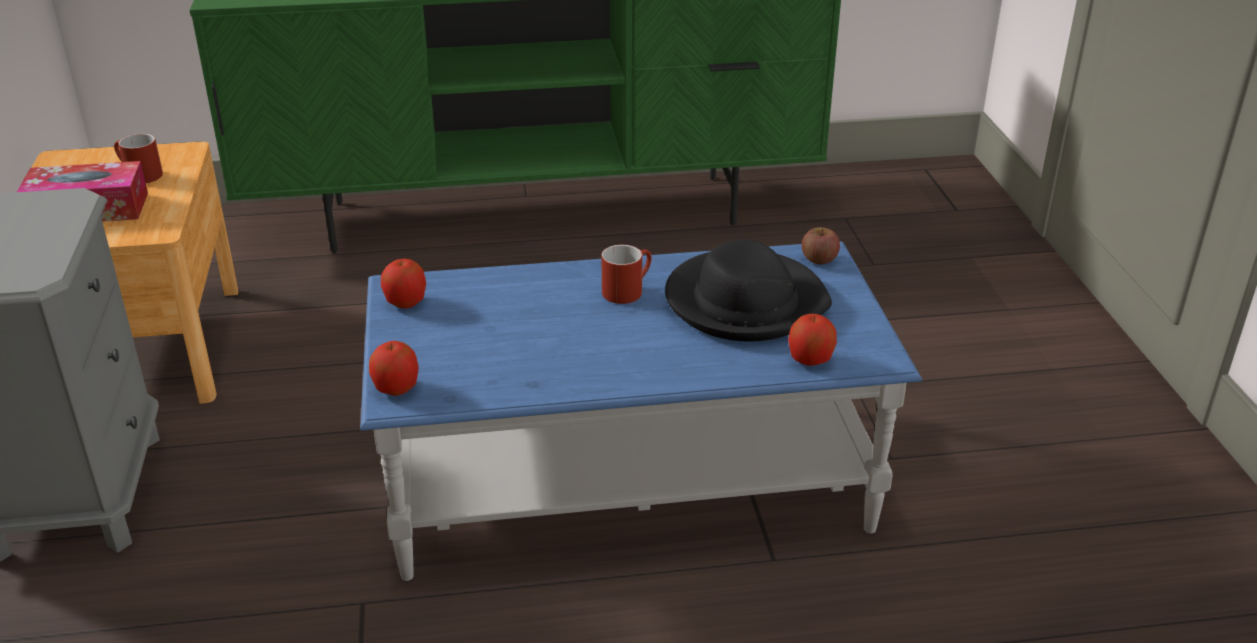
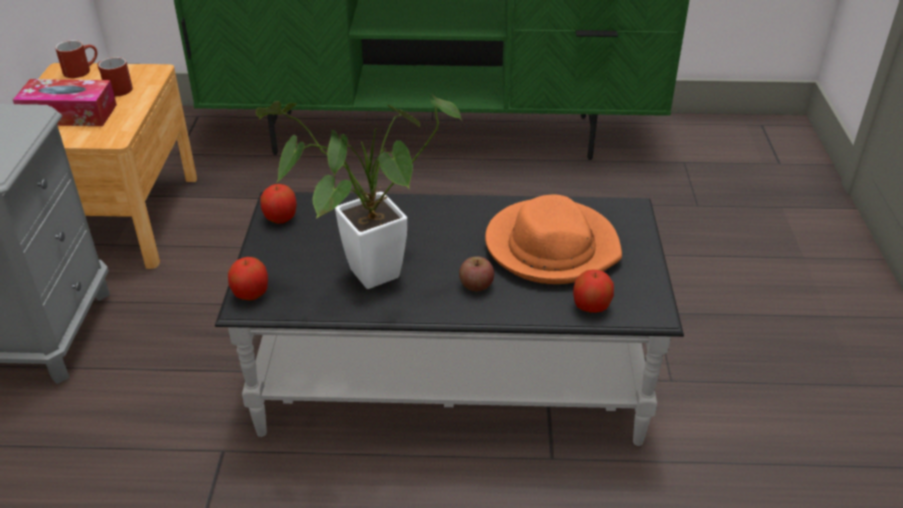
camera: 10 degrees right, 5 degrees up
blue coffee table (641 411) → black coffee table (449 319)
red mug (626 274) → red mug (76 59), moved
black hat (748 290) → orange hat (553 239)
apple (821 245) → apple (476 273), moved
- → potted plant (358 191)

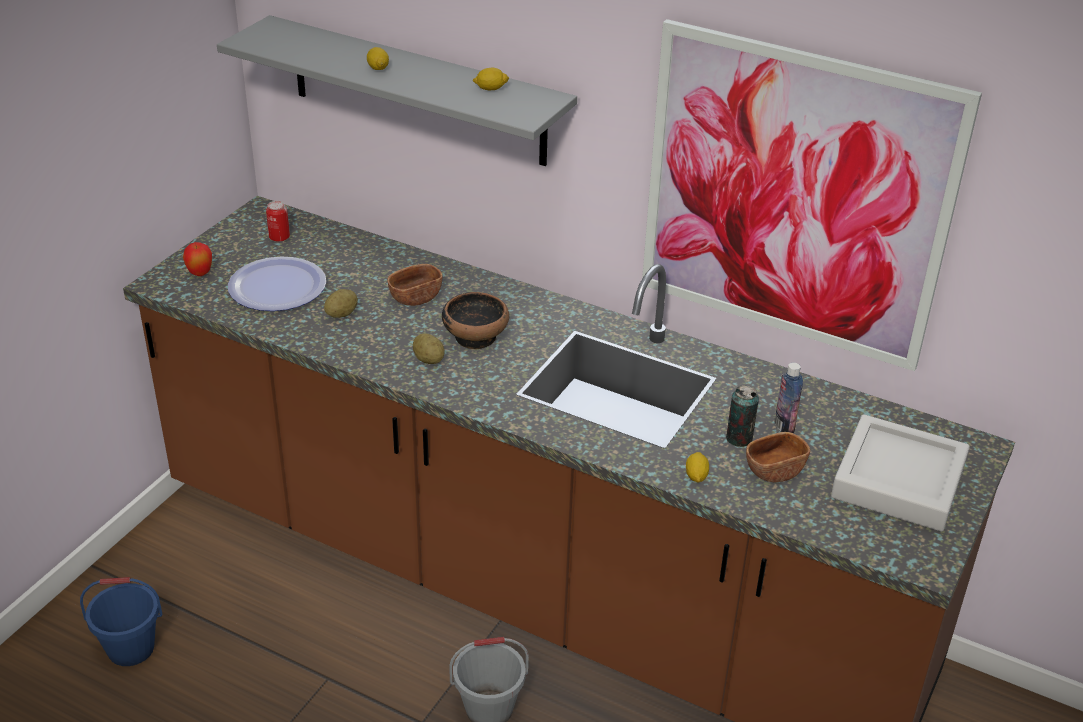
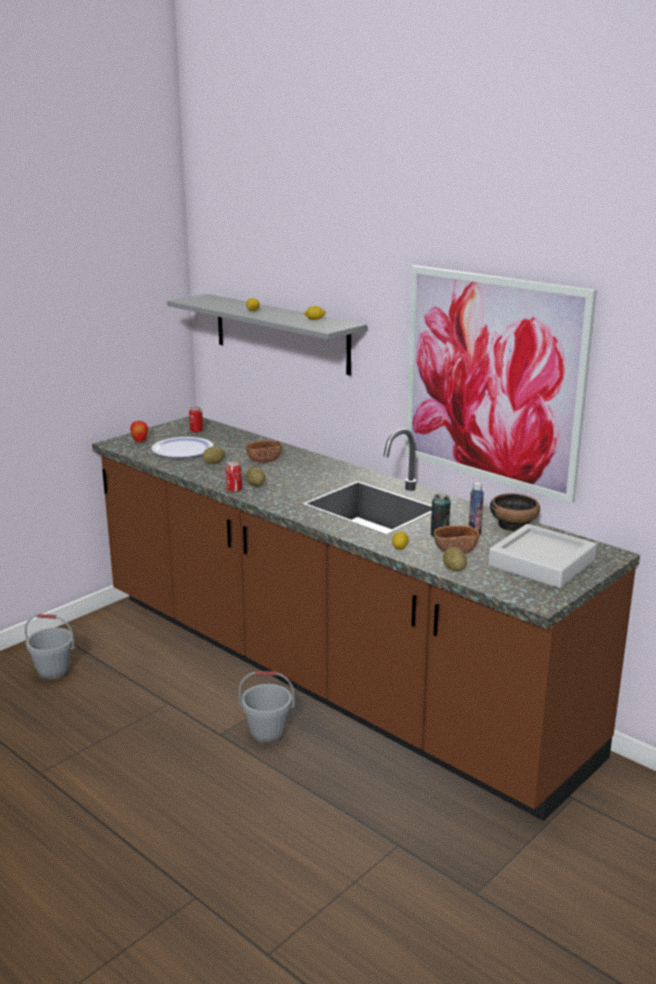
camera: 15 degrees right, 15 degrees down
blue bucket (121 621) → grey bucket (49 647)
bowl (475 321) → bowl (515 512), moved
- → can (234 476)
- → potato (455 559)

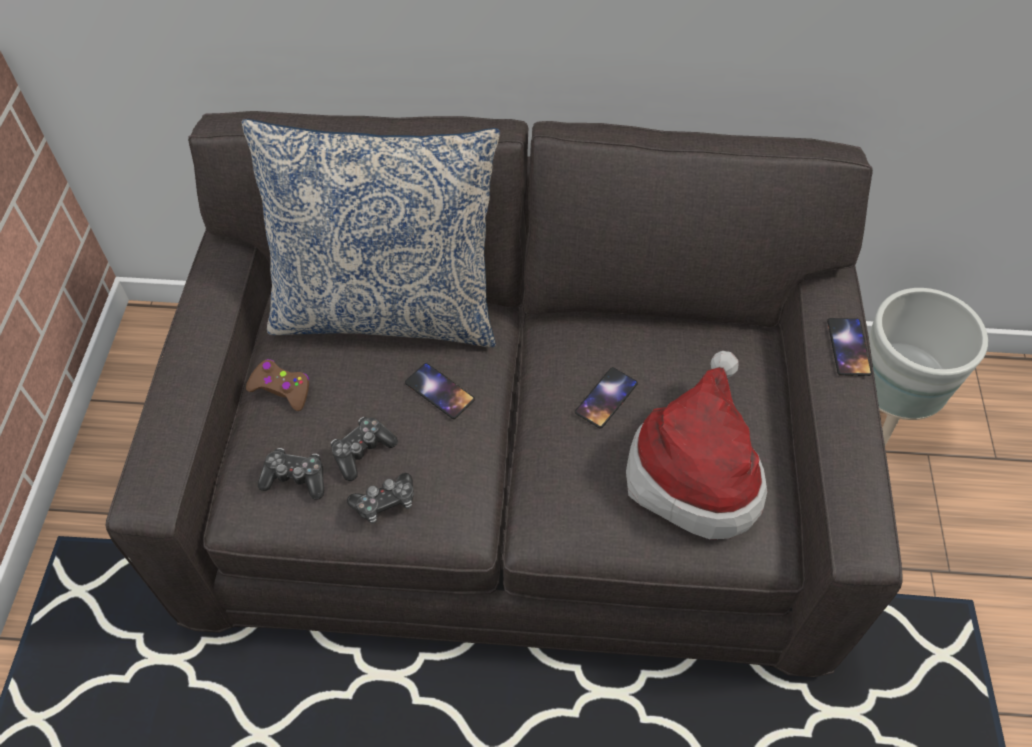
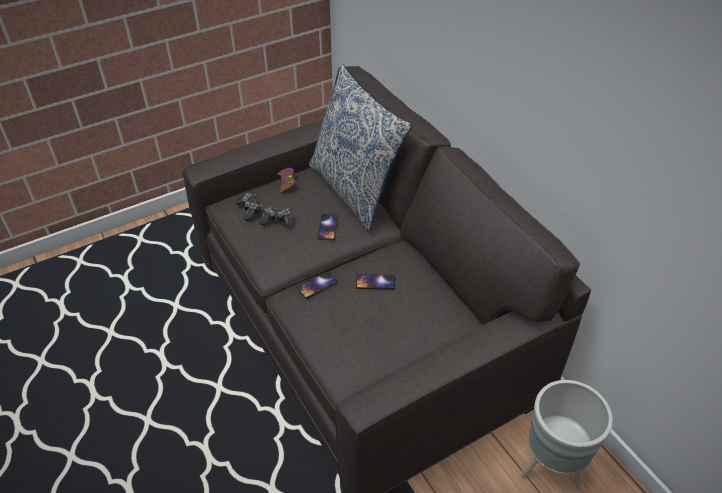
camera: 55 degrees right, 10 degrees down
game controller (380 498) → -
hat (696 445) → -
phone (849 347) → phone (317 285), moved

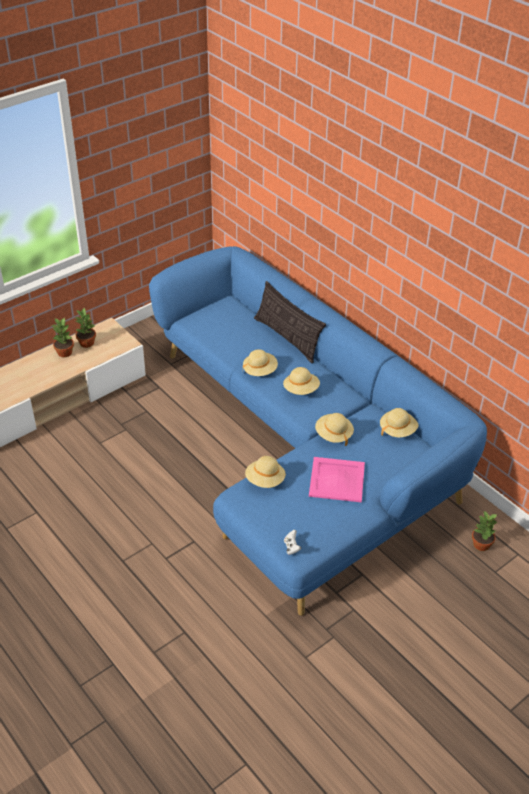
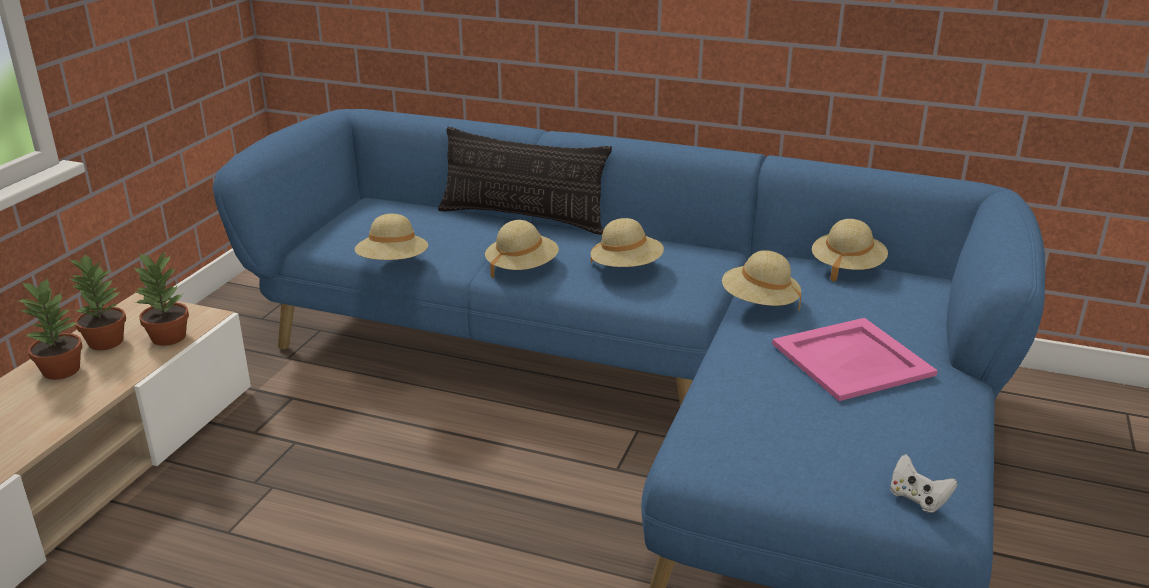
camera: 30 degrees left, 15 degrees down
beige hat (265 472) → beige hat (391 237), moved
potted plant (485 531) → potted plant (161 298), moved

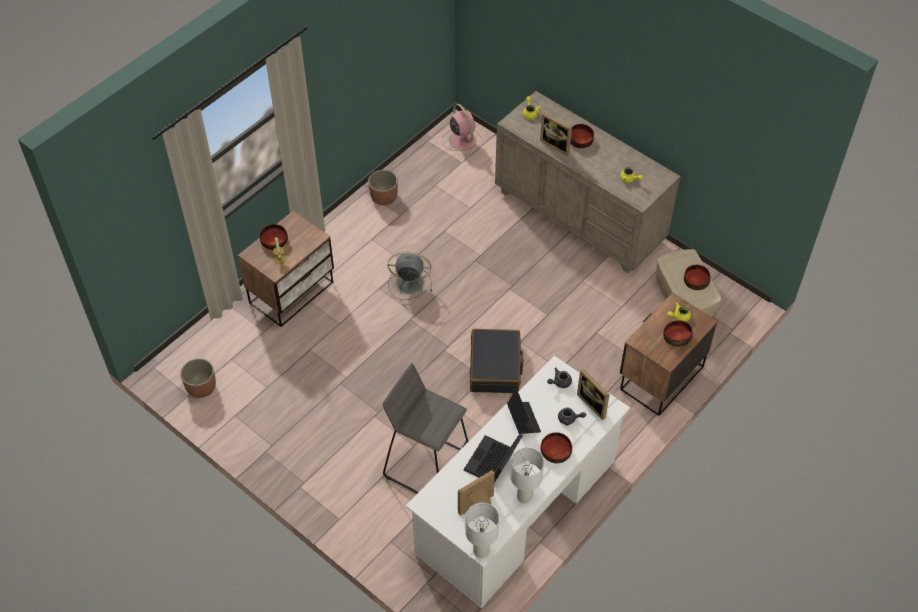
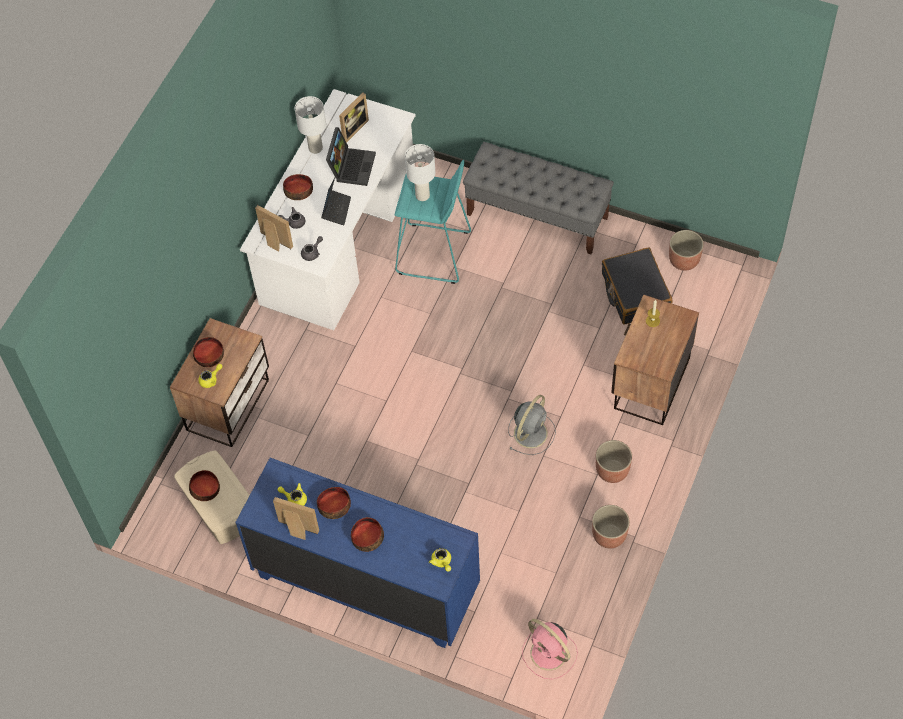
camera: 165 degrees right, 5 degrees up
bowl (274 237) → bowl (334 503), moved
grey stool (425 428) → turquoise stool (433 222)
grey fan (410 275) → grey fan (532 425), 45 degrees counterclockwise
white table lamp (482 530) → white table lamp (420 172), moved
black suitcase (497 361) → black suitcase (637 286), moved
beige dresser (588 182) → blue dresser (357 553)
laptop (524 411) → laptop (336 201), 135 degrees counterclockwise
picture frame (556 134) → picture frame (296 518), moved
- → grey bench (538 198)
- → planter (614 461)

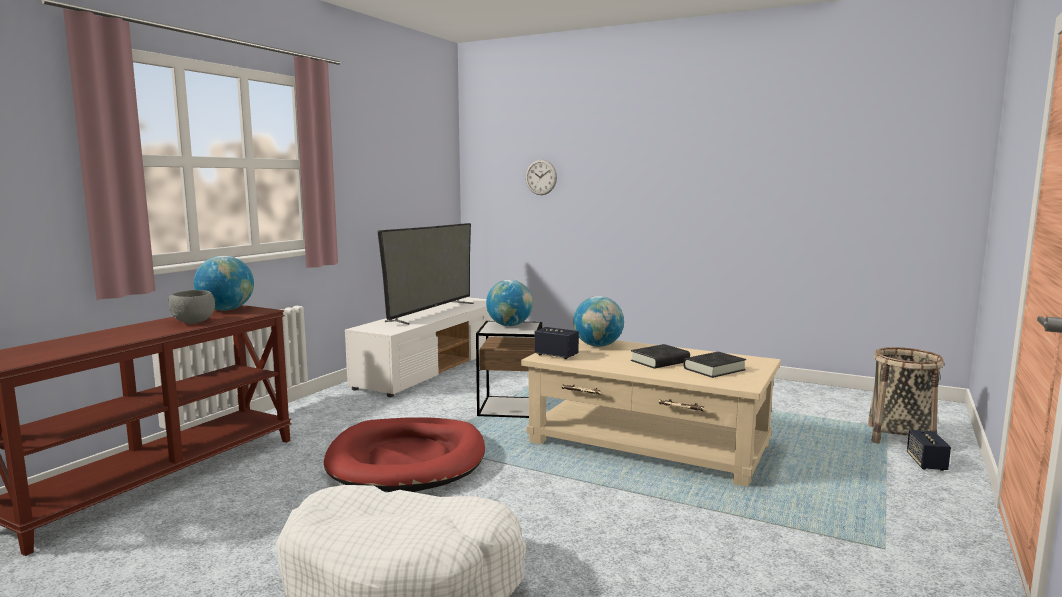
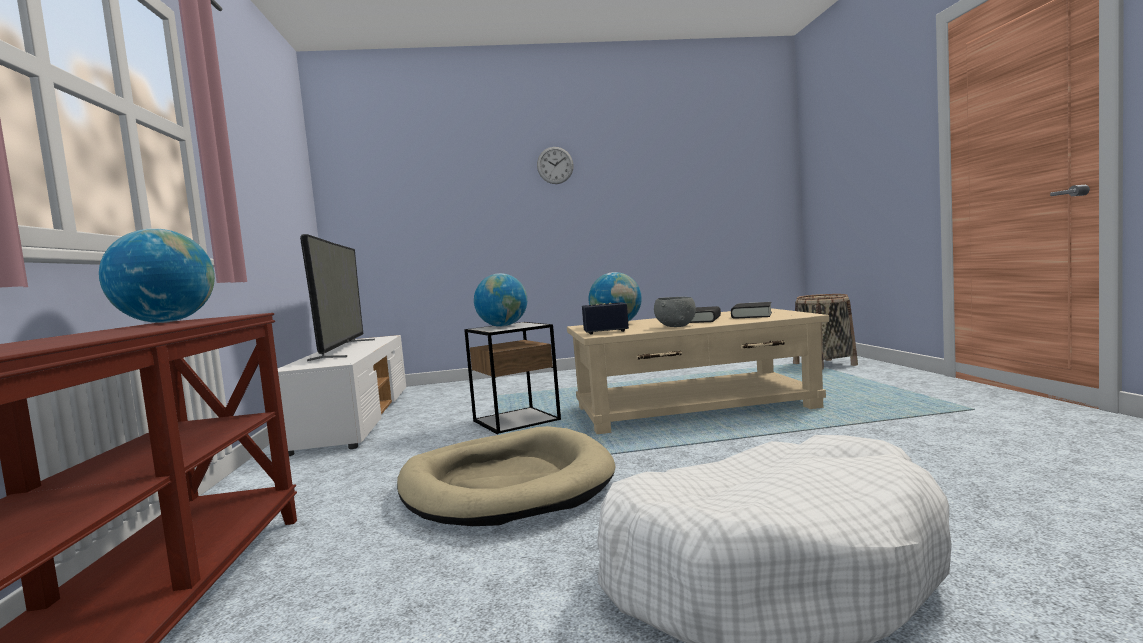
camera: 35 degrees left, 5 degrees down
grey bowl (191 307) → grey bowl (675 312), moved
red dog bed (404 454) → beige dog bed (506 476)
wall clock (541 177) → wall clock (555 165), moved
speaker (929 450) → -

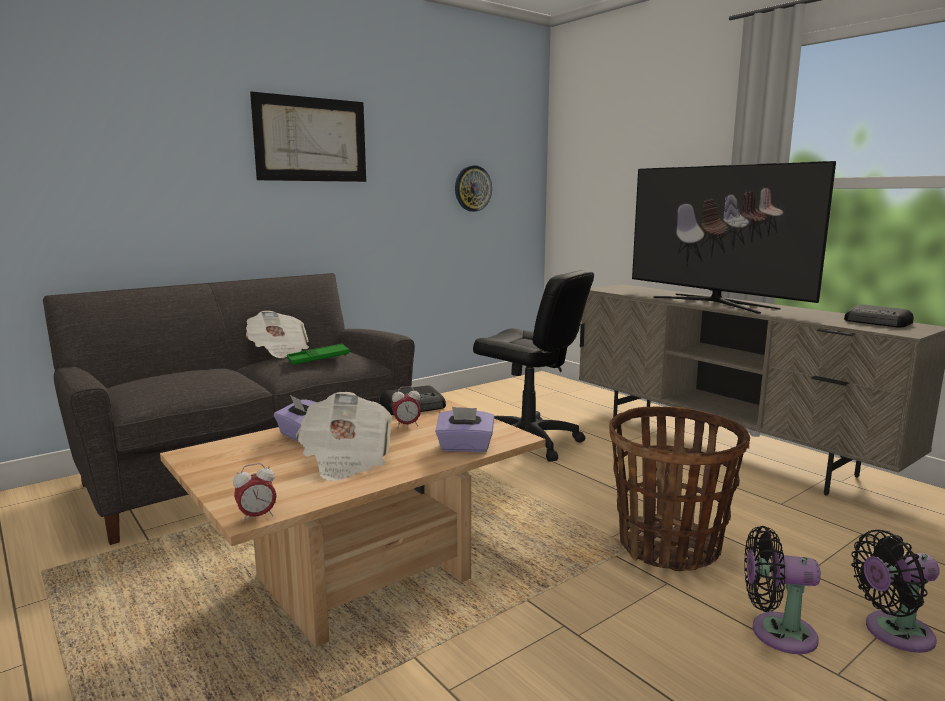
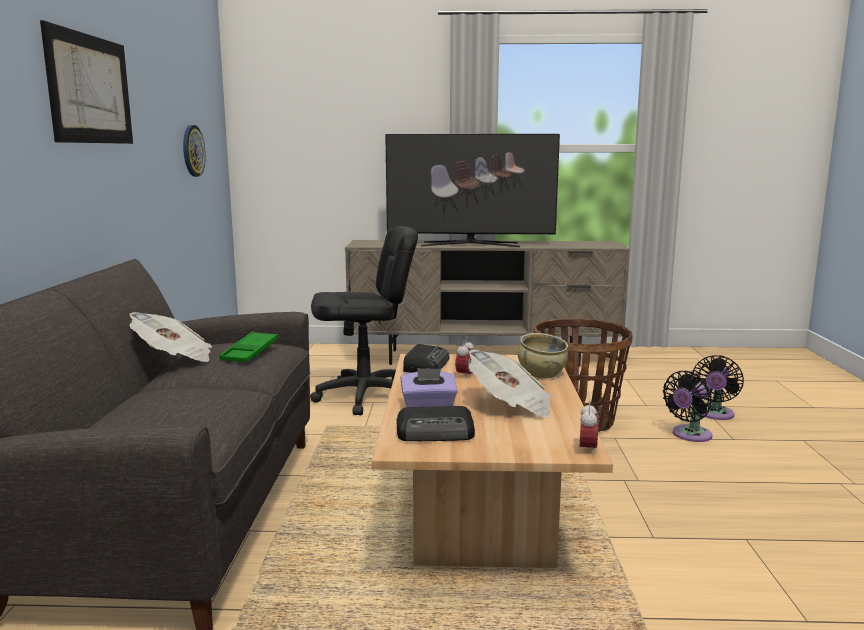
camera: 50 degrees left, 0 degrees up
purple tissue box (464 429) → beige bowl (543 355)
radio (878 315) → radio (436 423), moved

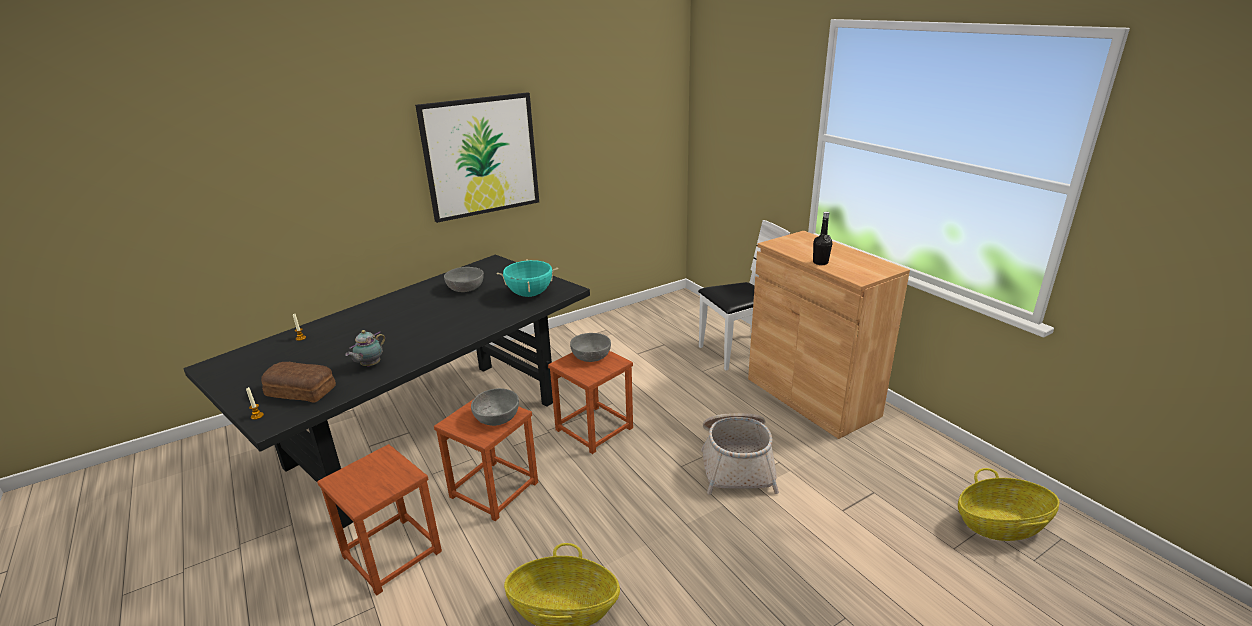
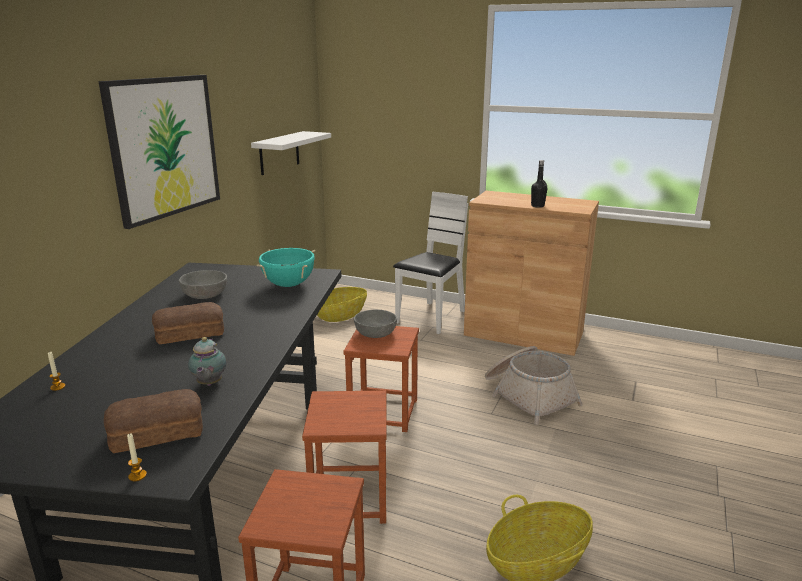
camera: 35 degrees left, 5 degrees down
grey bowl (495 407) → -
basket (1009 504) → basket (342 304), moved
- → bread (188 323)
- → white shelf (291 153)

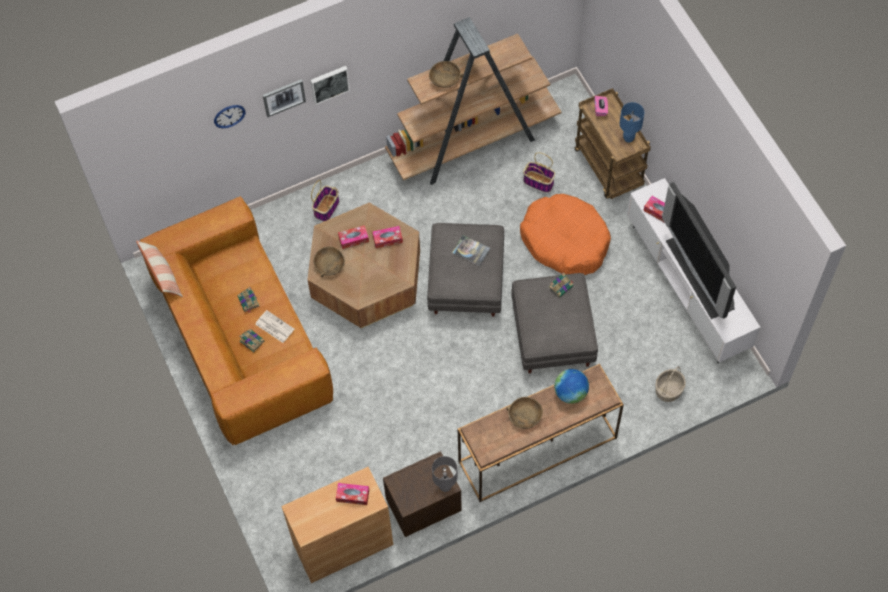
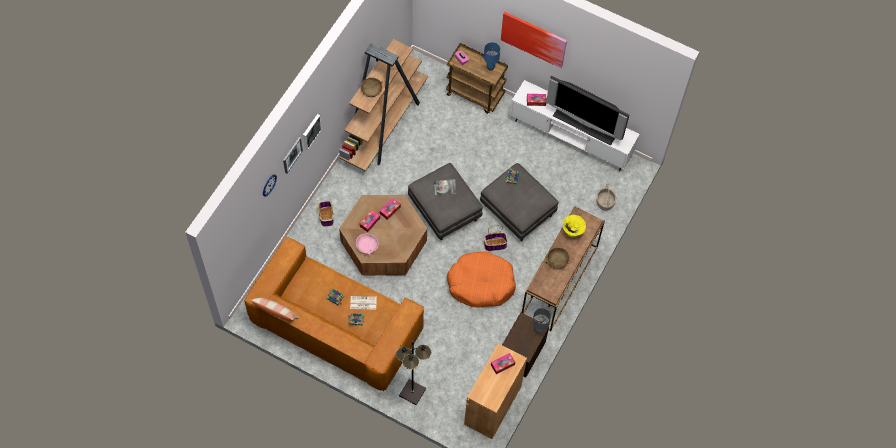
camera: 40 degrees left, 0 degrees up
brown bowl (329 261) → pink bowl (367 245)
orange dog bed (565 234) → orange dog bed (481 279), moved
basket (539 172) → basket (496 238), moved
globe (571 386) → yellow bowl (574 226)
- → black floor lamp (413 373)
- → picture (534 40)

